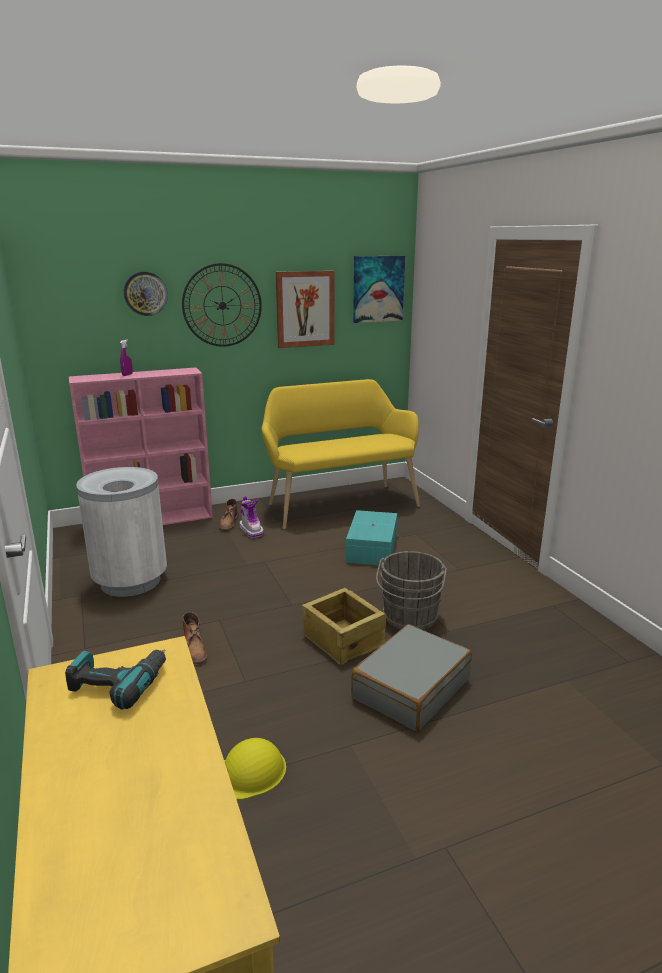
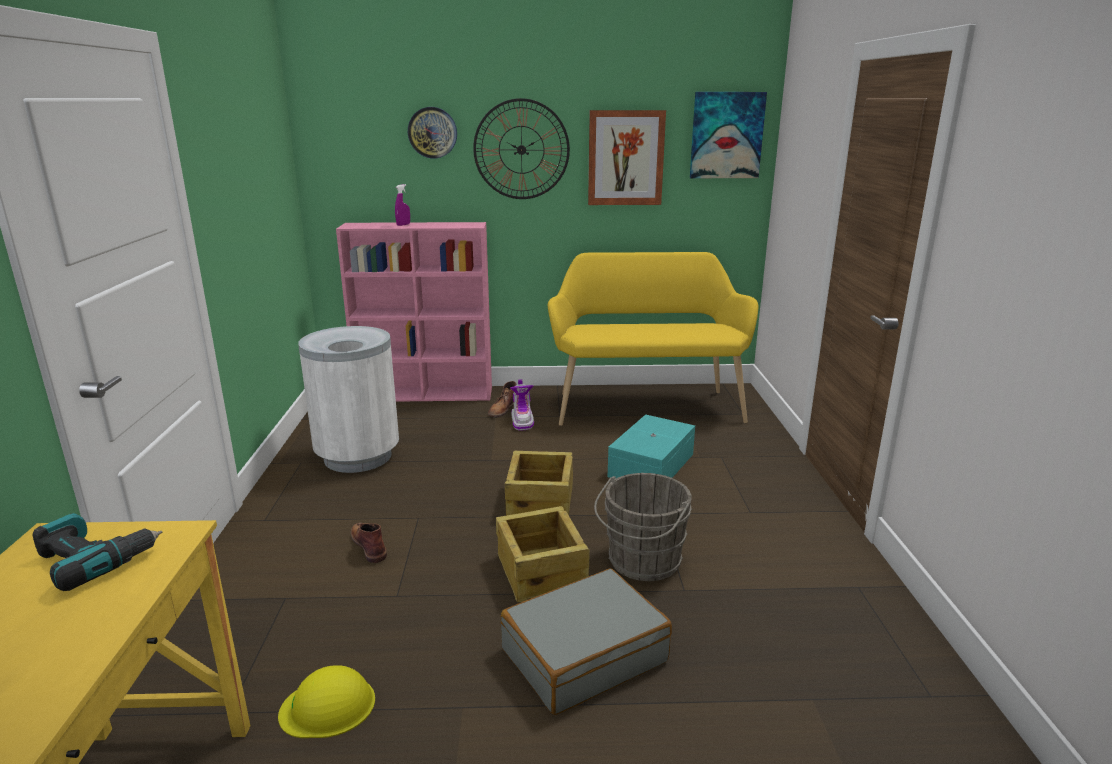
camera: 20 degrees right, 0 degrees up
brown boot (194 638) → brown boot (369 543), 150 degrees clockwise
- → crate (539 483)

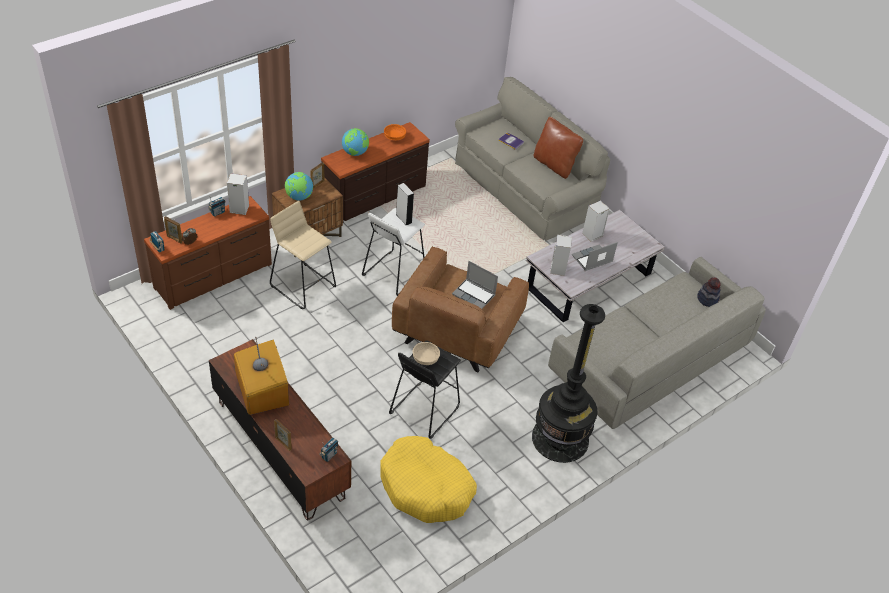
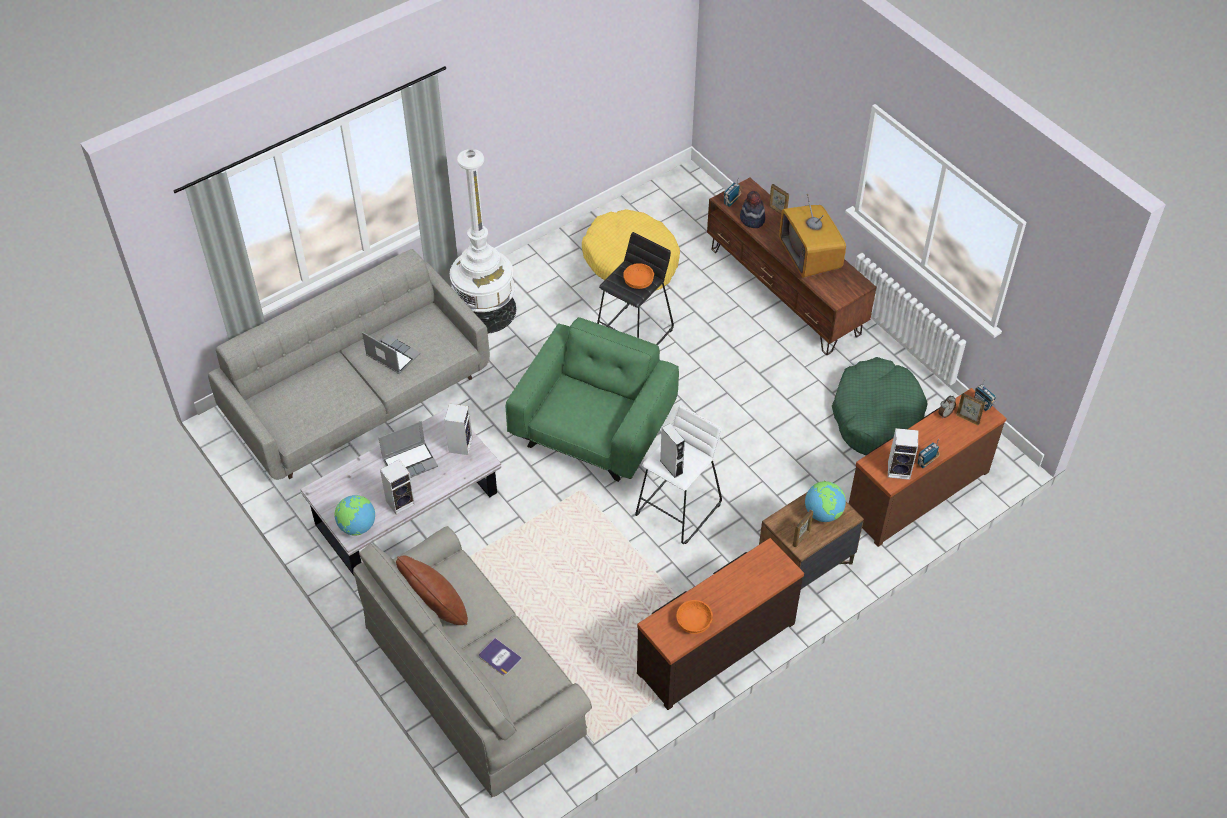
camera: 175 degrees left, 5 degrees up
beige stool (303 255) → -
globe (355 142) → globe (355 515), moved
brown armchair (460 309) → green armchair (592 399)
beige bowl (426 353) → orange bowl (638 276)
laptop (475 285) → laptop (391 353), moved
black floor lamp (568 383) → white floor lamp (483 241)
hat (709 292) → hat (752 209), moved
- → green dog bed (880 406)

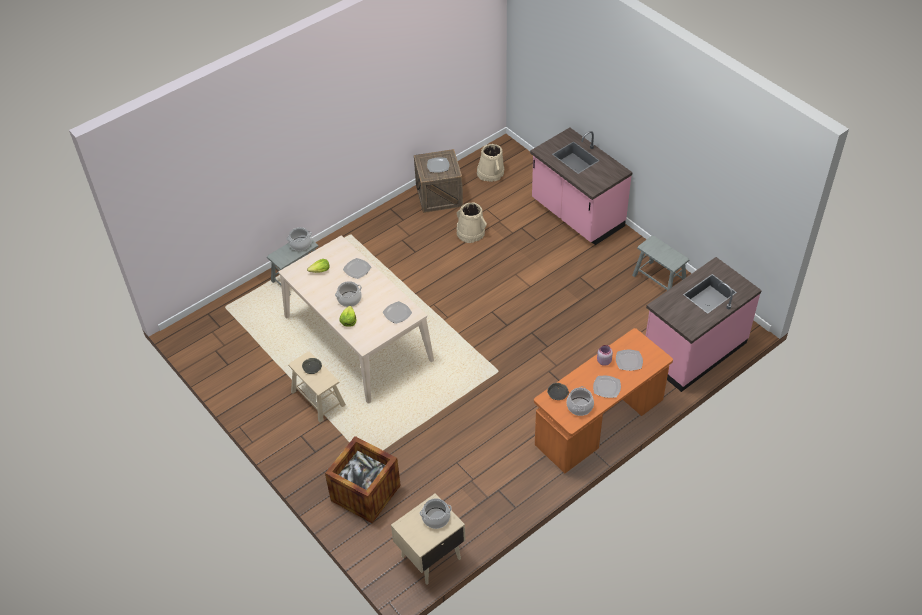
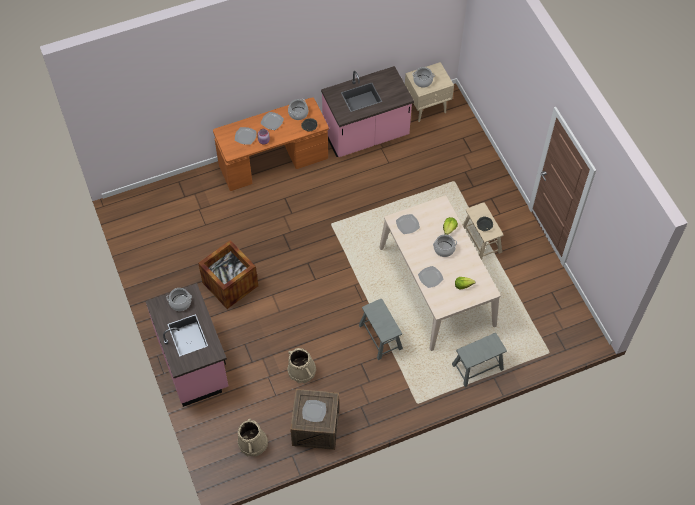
camera: 165 degrees left, 10 degrees up
cooking pot (299 239) → cooking pot (179 299), moved
crate (363 479) → crate (228 274), moved
grey stool (660 263) → grey stool (381 329), moved
pink counter (704 324) → pink counter (367 111), moved

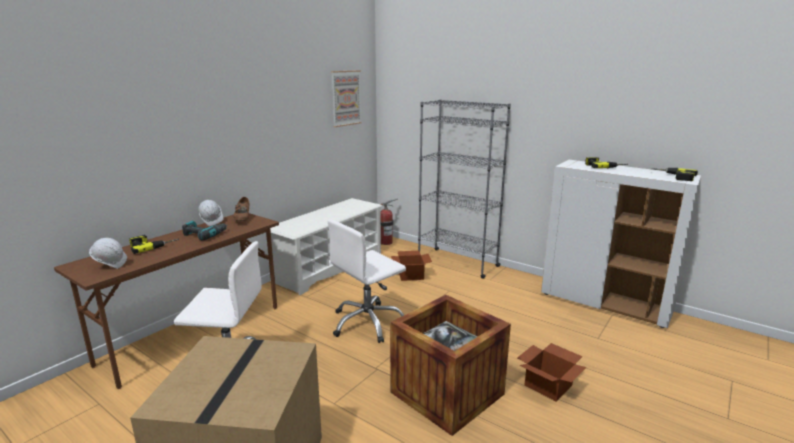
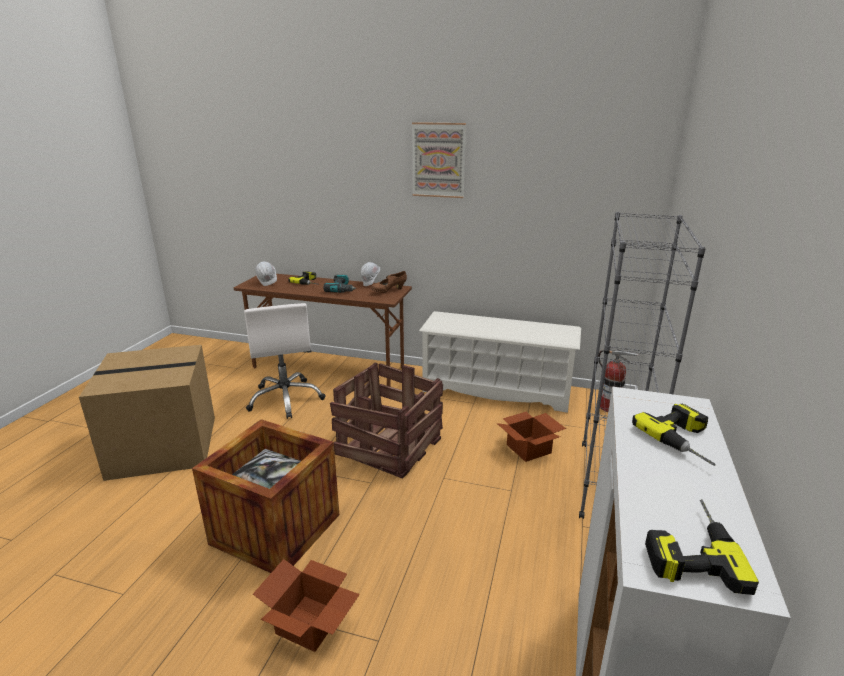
camera: 70 degrees right, 5 degrees up
white office chair (367 281) → crate (386 421)
picture (346 98) → picture (439 160), moved

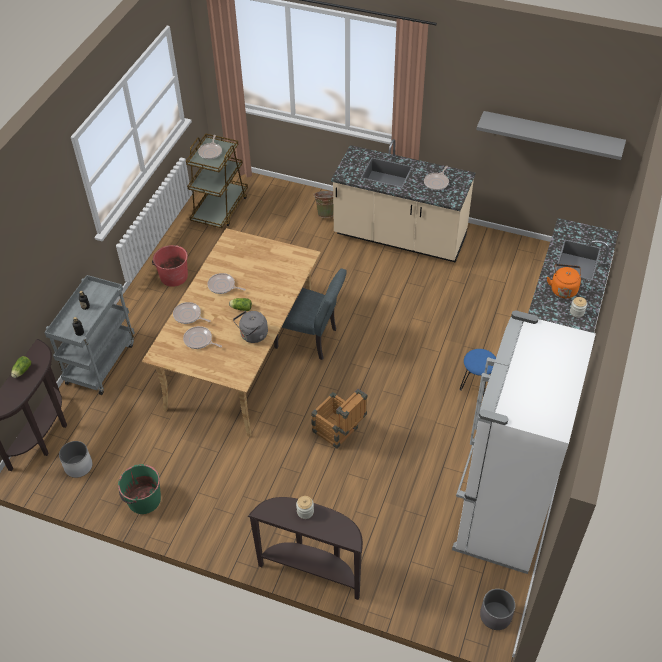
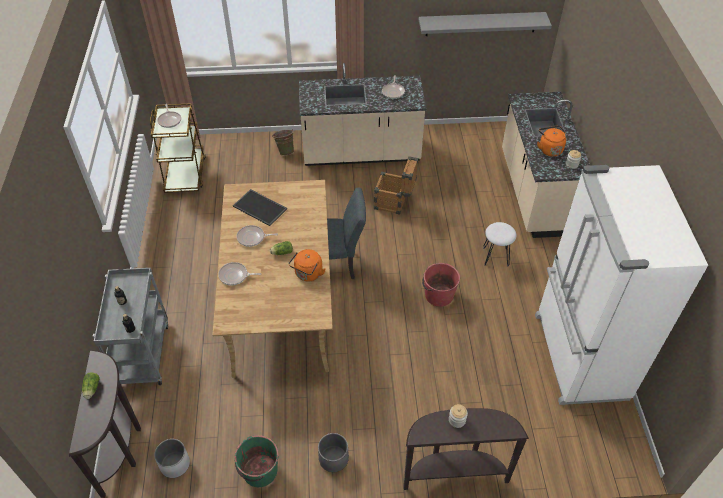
camera: 25 degrees left, 0 degrees up
red bucket (170 266) → red bucket (441 285), moved
frying pan (202 337) → -
grey kettle (250 327) → orange kettle (307 265)
crate (339 418) → crate (396 185), moved
blue stool (478 372) → white stool (500 244)
grey planter (497 609) → grey planter (333 452), moved
- → tray (260 207)

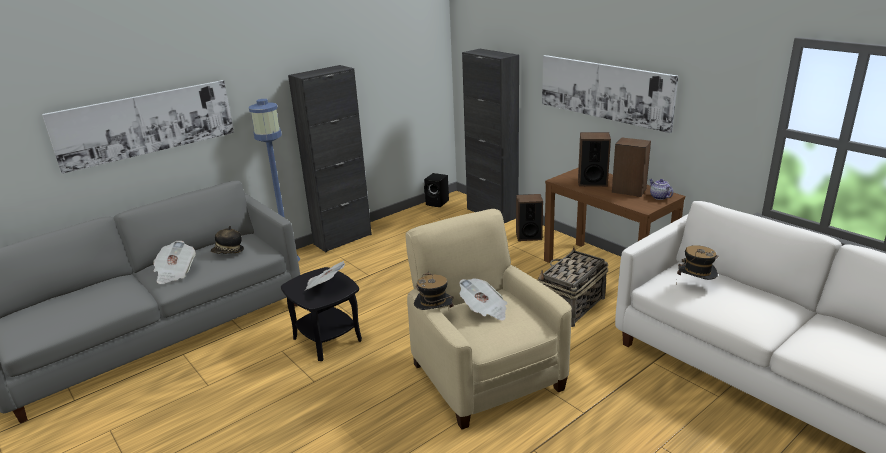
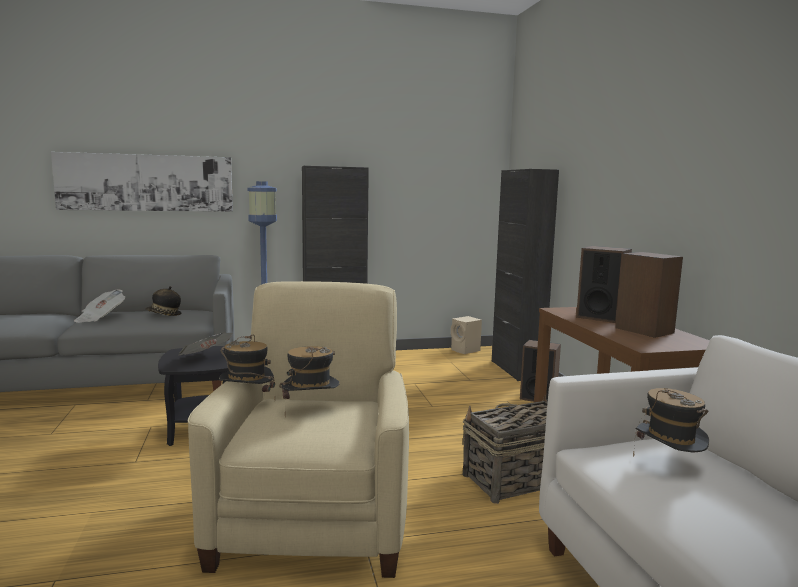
camera: 25 degrees right, 15 degrees down
black speaker (436 190) → beige speaker (466 335)
newspaper (483 299) → hat (309 381)
picture (610 94) → -
teapot (661 189) → -

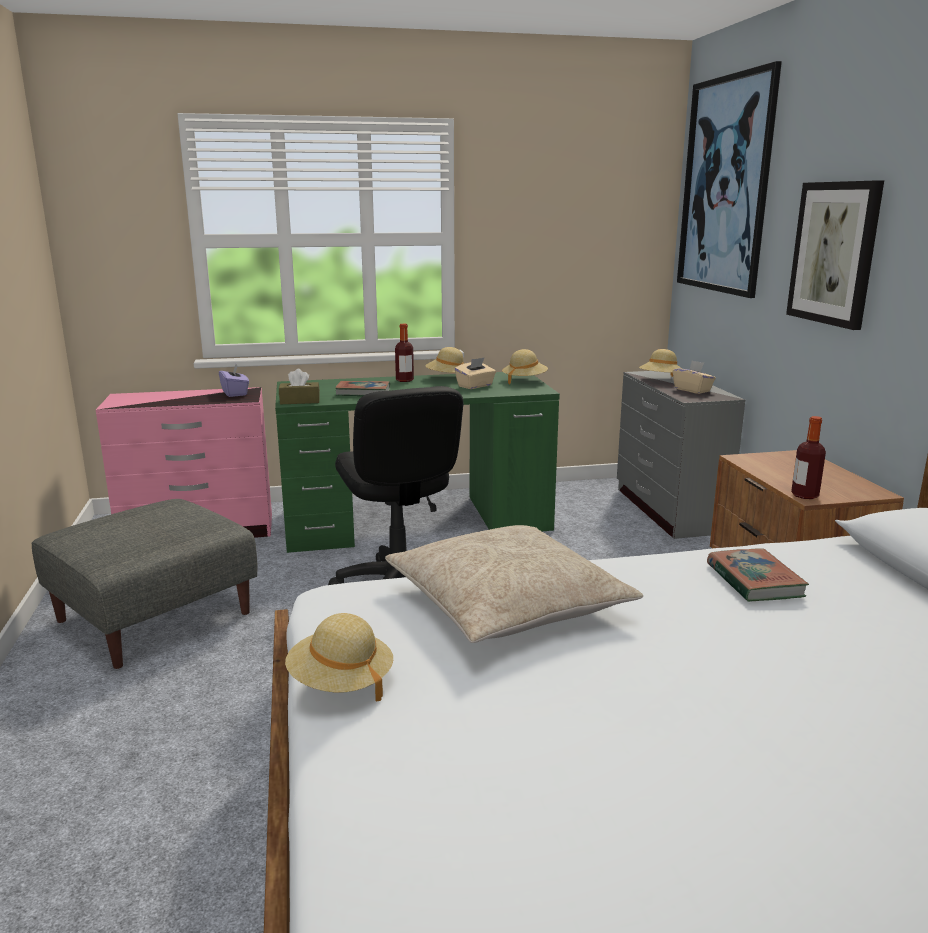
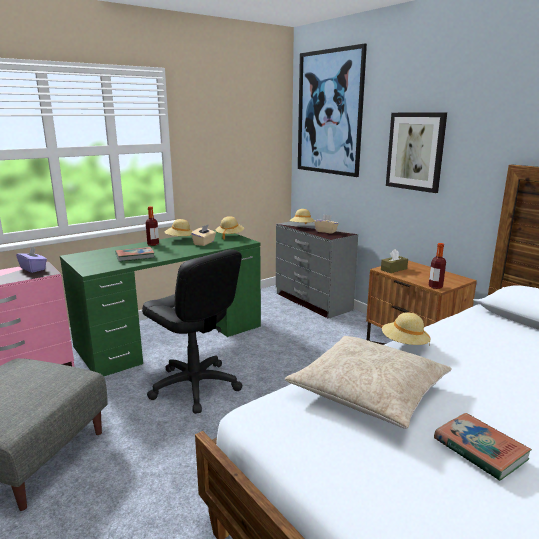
camera: 25 degrees left, 0 degrees up
brown tissue box (299 386) → brown tissue box (394 261), moved
beige hat (339 657) → beige hat (406 329), moved
book (758 575) → book (483 447), moved

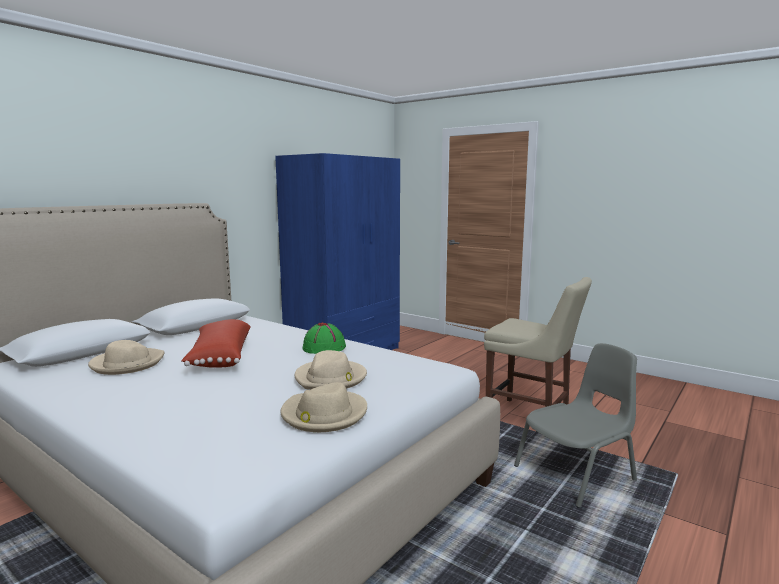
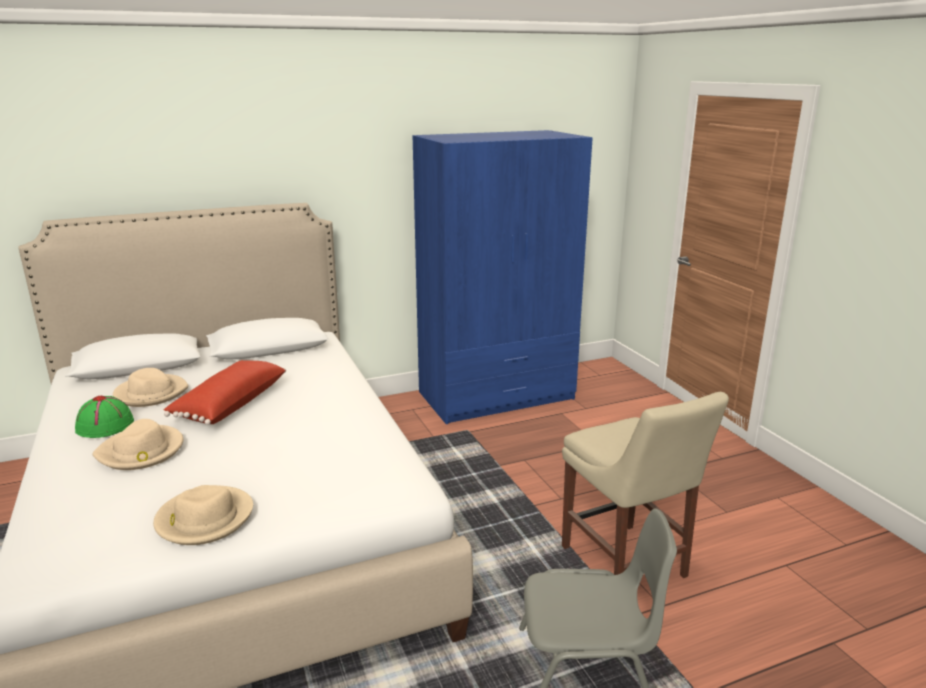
camera: 30 degrees right, 10 degrees up
beige hat (331 370) → beige hat (138 444), moved
green hat (324 338) → green hat (104 416), moved

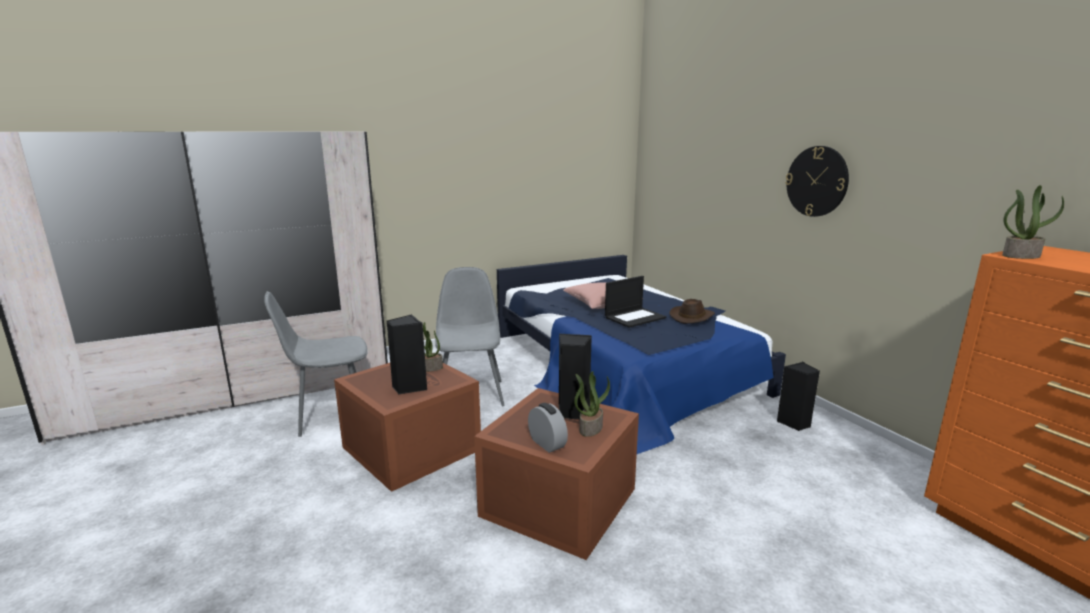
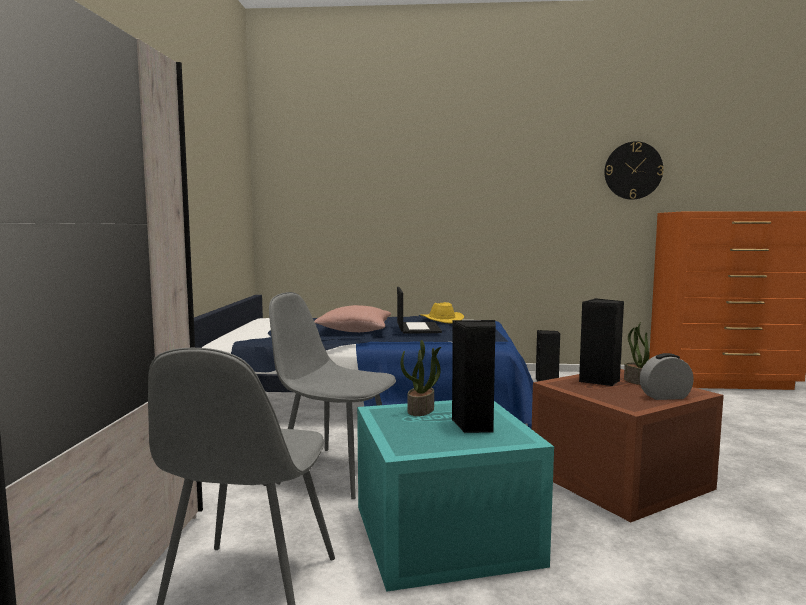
camera: 60 degrees left, 10 degrees down
brown storage box (407 427) → turquoise storage box (455 496)
brown hat (692 311) → yellow hat (442 312)
wall clock (817 181) → wall clock (634 170), moved
potted plant (1033 222) → -

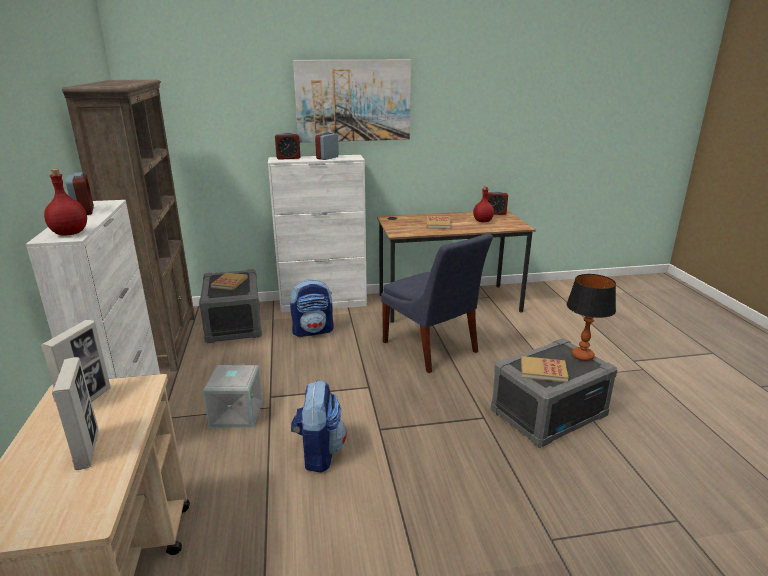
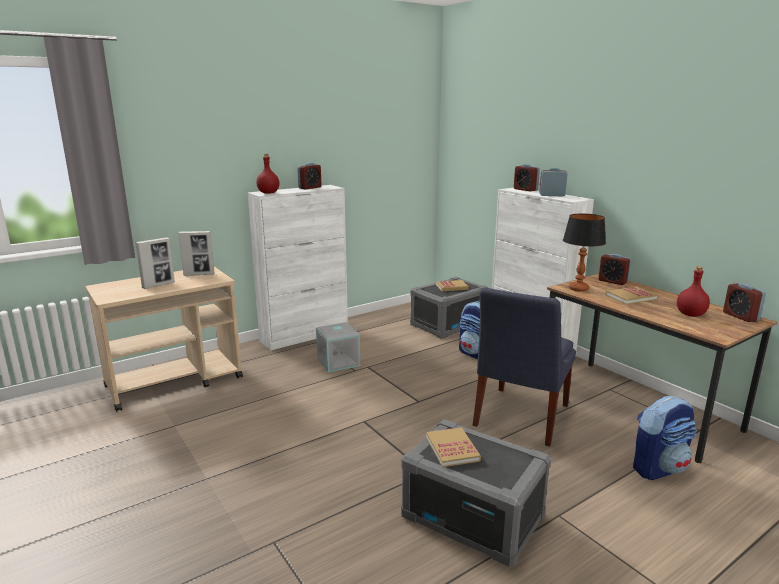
camera: 65 degrees right, 5 degrees down
brown bookcase (128 226) → -
backpack (319 427) → backpack (665 438), moved
picture (352 101) → -
table lamp (591 317) → table lamp (584 253), moved
- → alarm clock (614 269)

